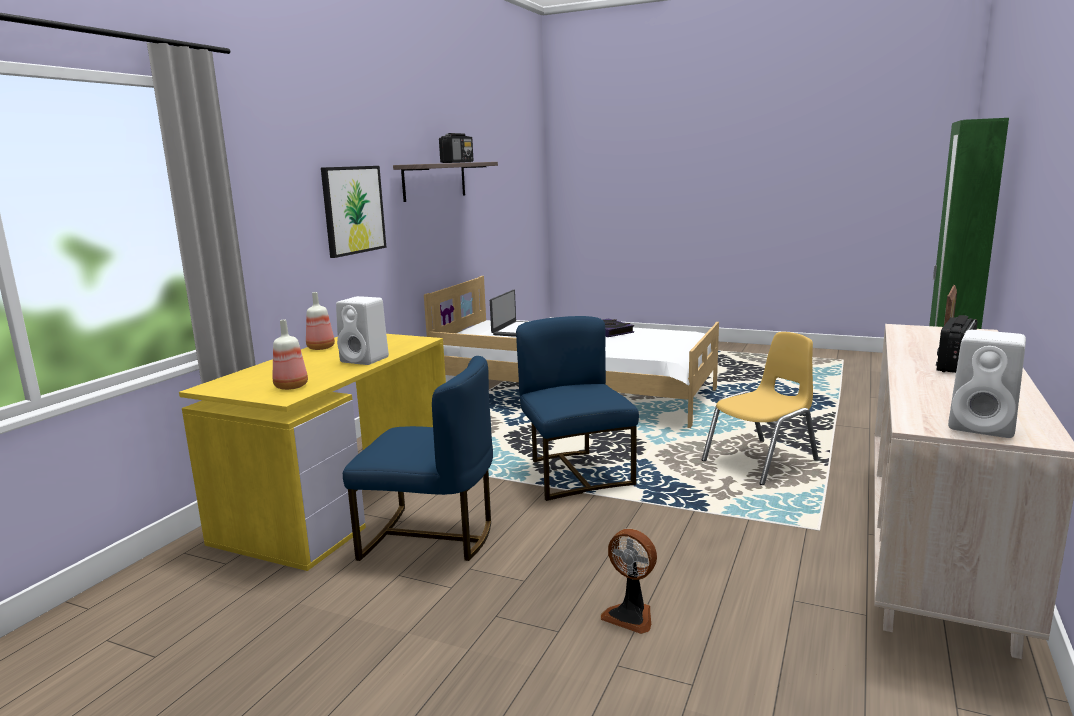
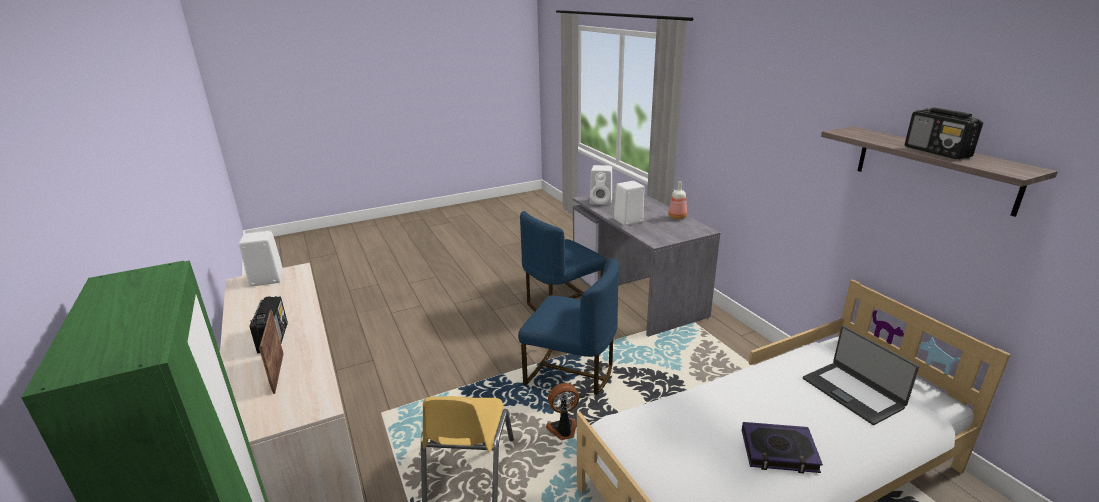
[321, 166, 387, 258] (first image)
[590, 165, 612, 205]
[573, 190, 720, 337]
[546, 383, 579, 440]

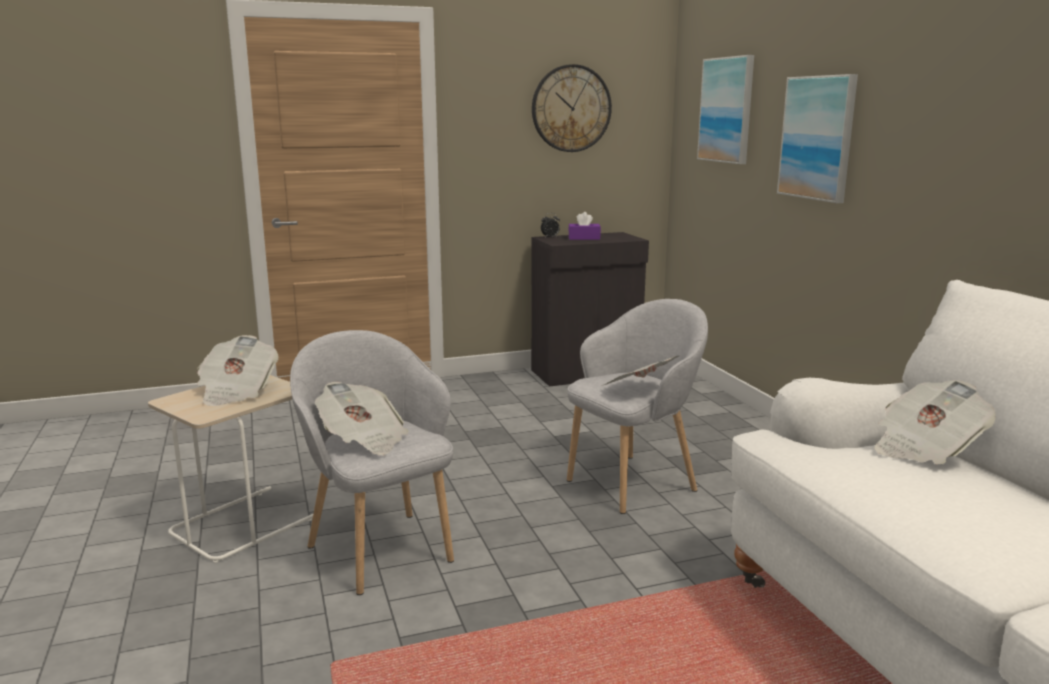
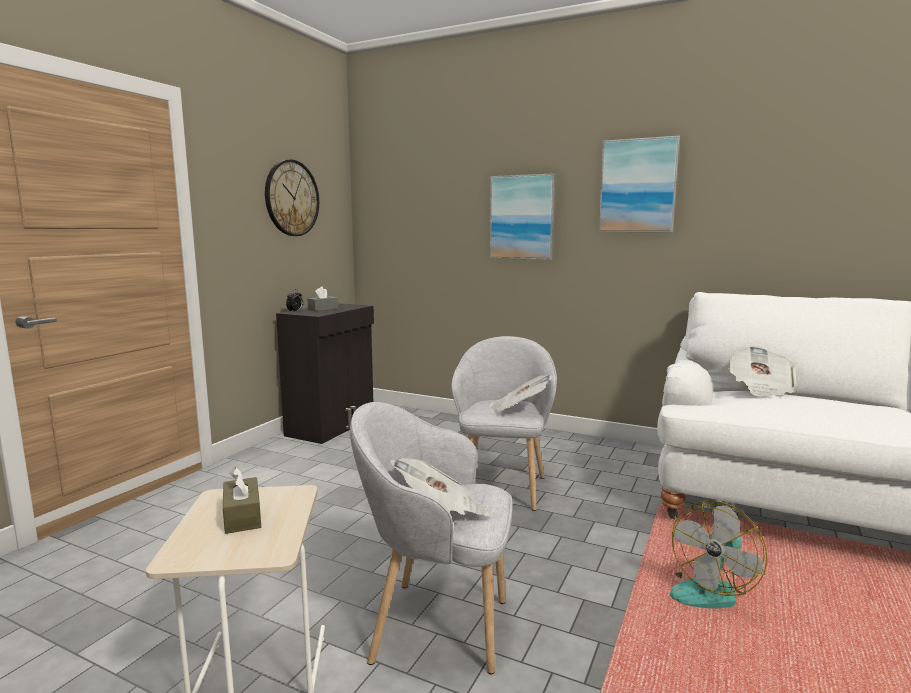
[598, 136, 680, 232]
[307, 286, 338, 311]
[223, 467, 261, 534]
[670, 500, 768, 608]

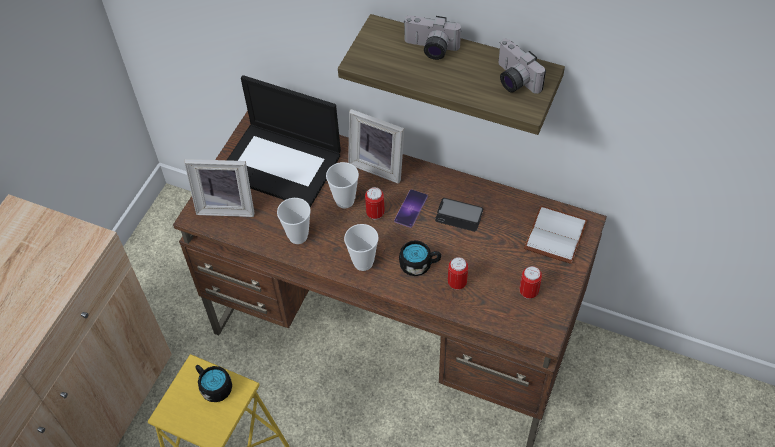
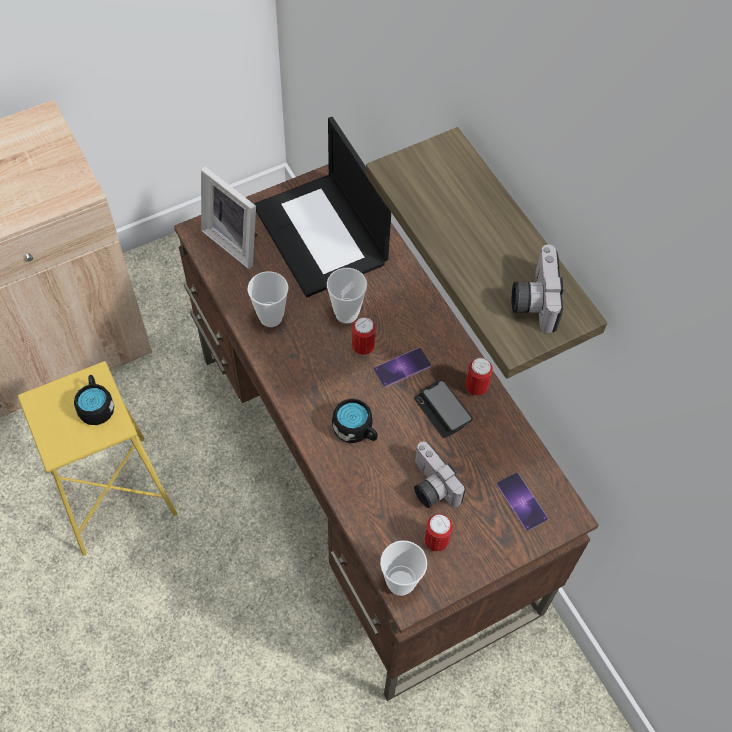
[414, 442, 466, 508]
[348, 109, 405, 184] (first image)
[496, 472, 548, 531]
[380, 540, 427, 596]
[465, 358, 493, 396]

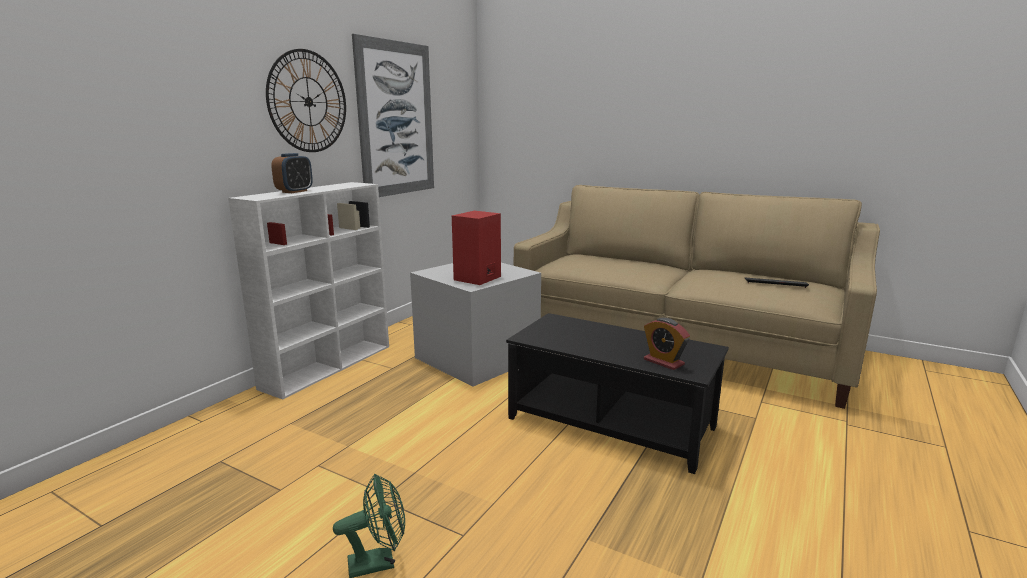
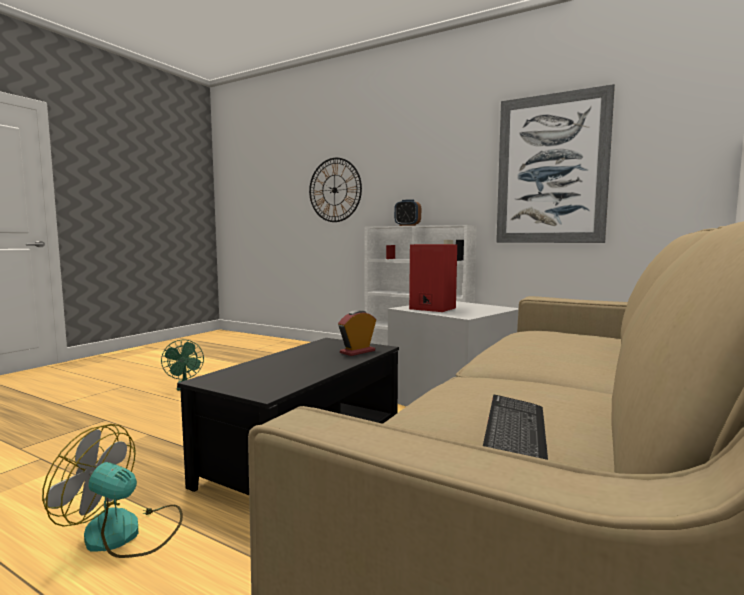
[309, 158, 362, 222]
[338, 310, 376, 356]
[42, 424, 183, 558]

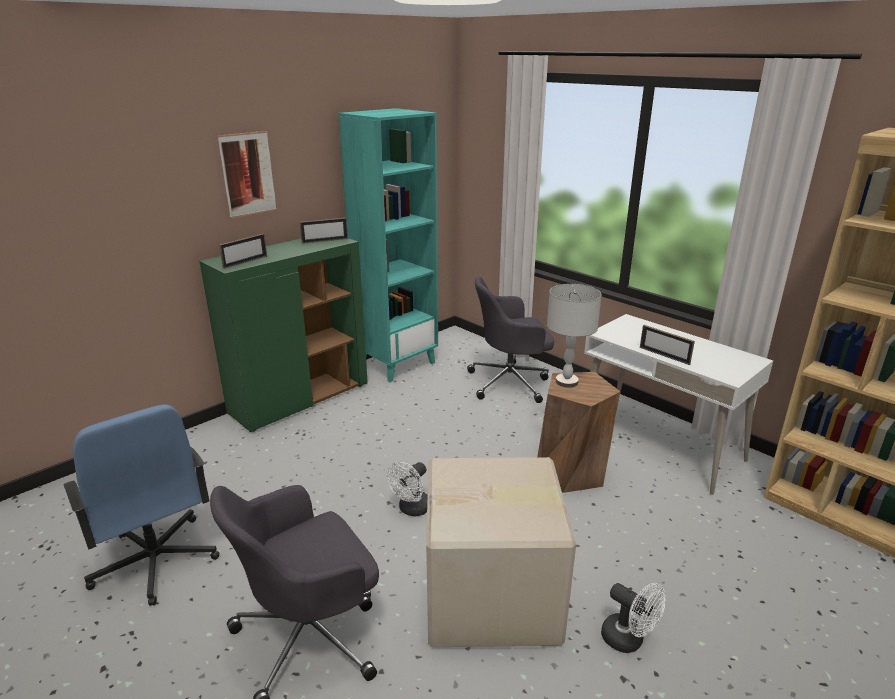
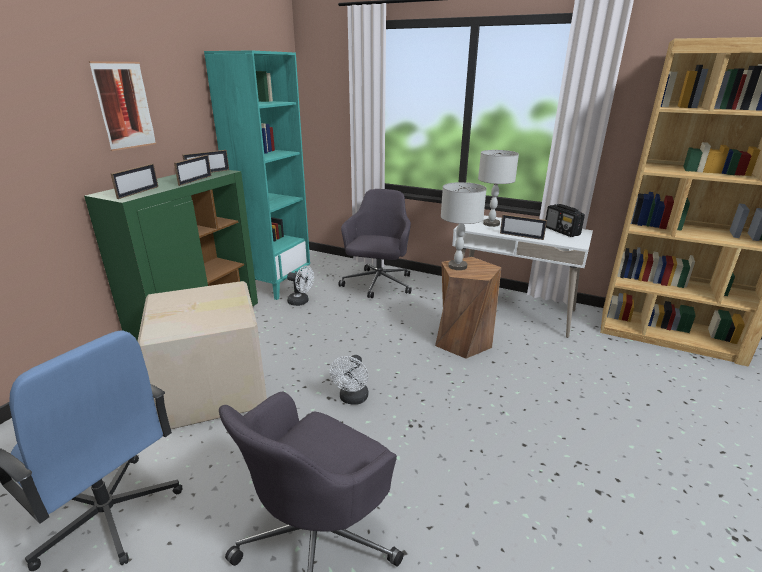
[339, 189, 411, 298]
[138, 281, 267, 429]
[287, 266, 314, 306]
[478, 150, 519, 227]
[174, 155, 211, 186]
[545, 204, 585, 237]

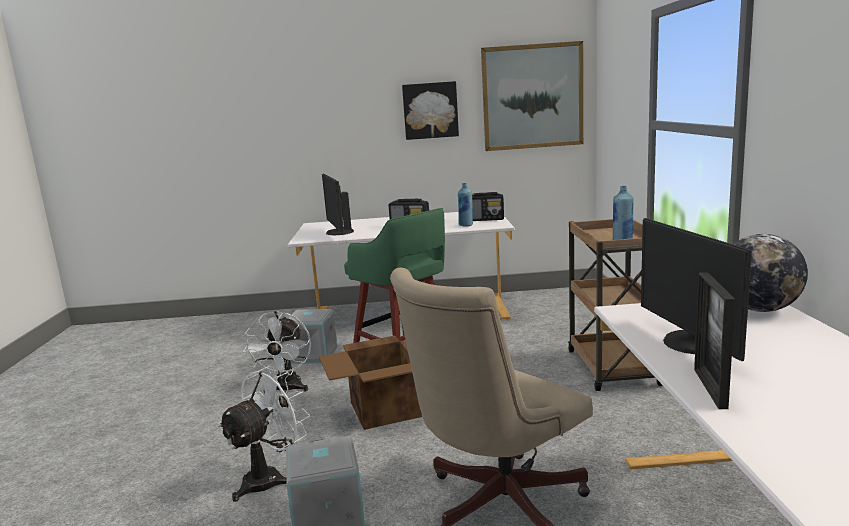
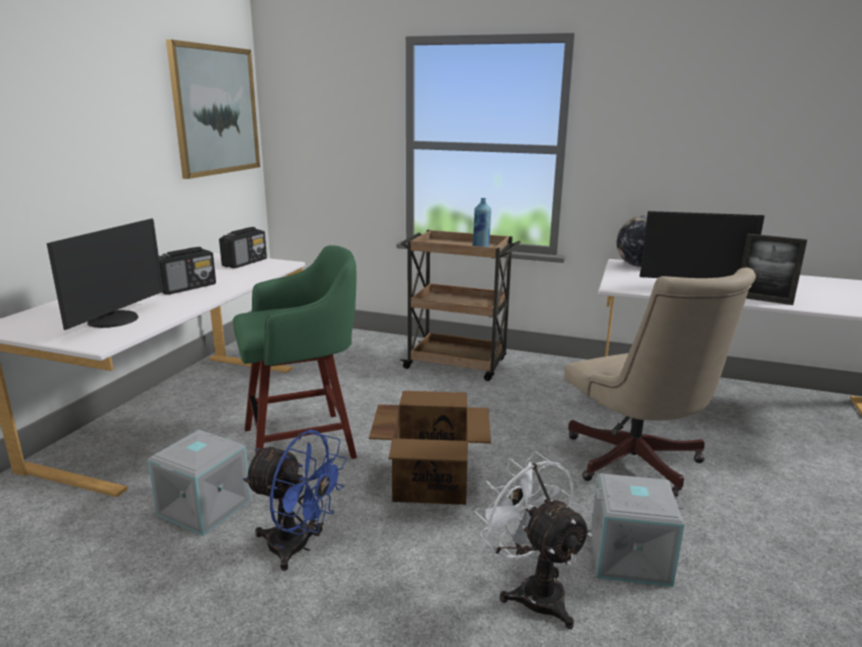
[402, 81, 459, 140] (first image)
[47, 219, 163, 330]
[458, 183, 473, 227] (first image)
[243, 430, 347, 571]

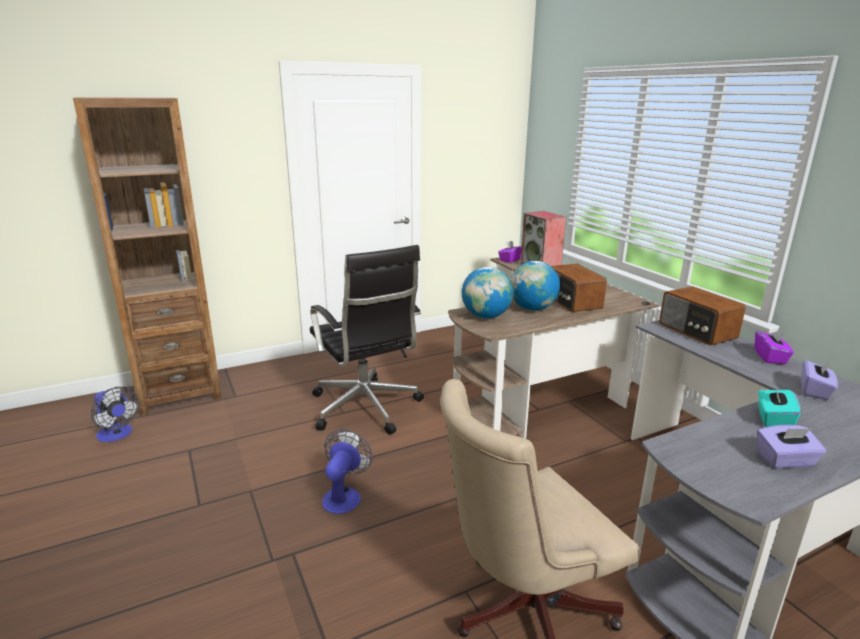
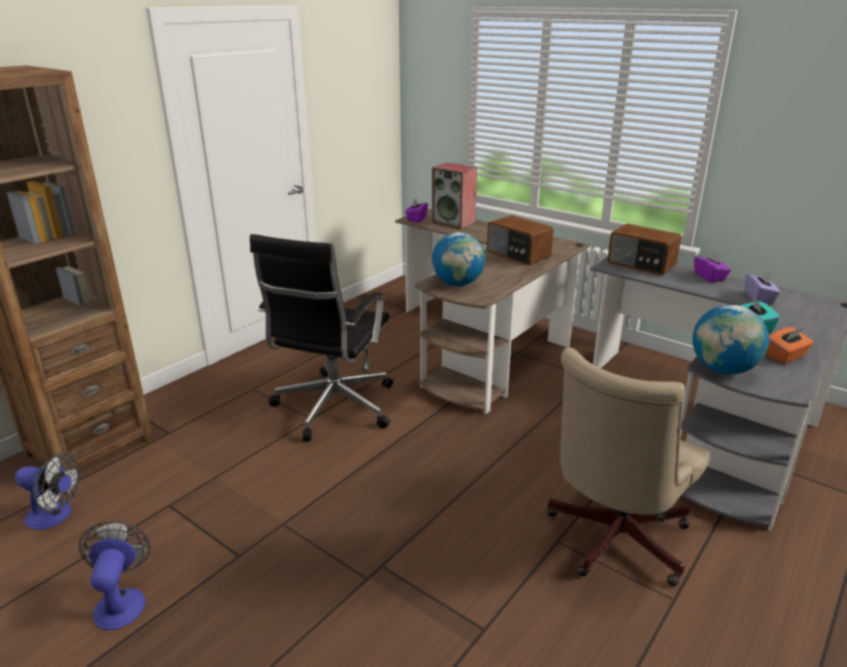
[250, 234, 393, 441]
[692, 305, 769, 374]
[766, 327, 814, 364]
[79, 521, 151, 630]

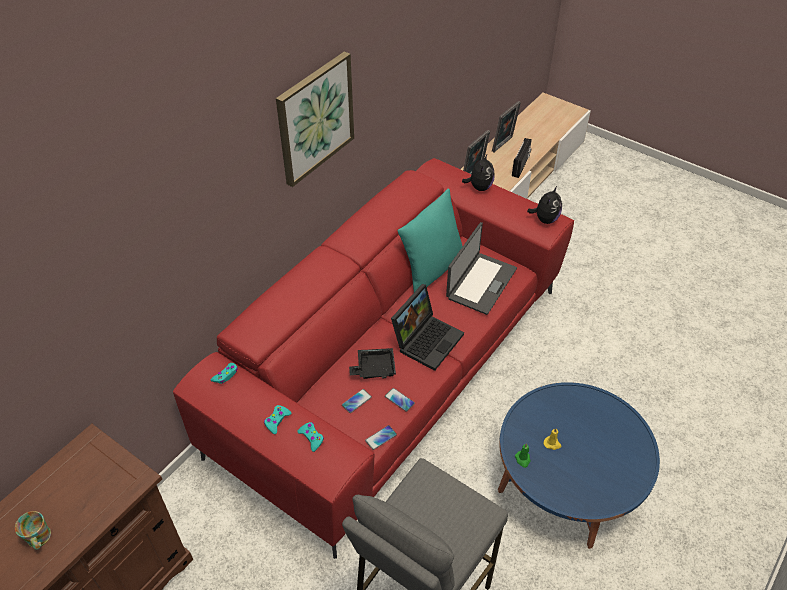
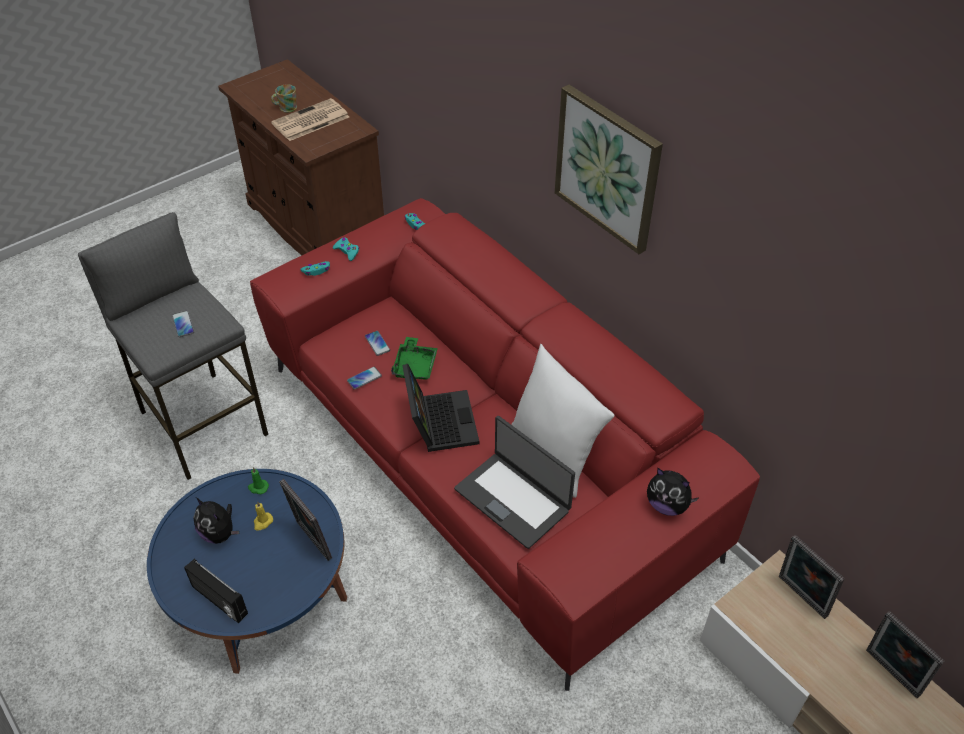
[184, 558, 248, 623]
[193, 498, 240, 544]
[511, 344, 614, 498]
[402, 364, 479, 452]
[391, 337, 438, 380]
[172, 311, 194, 337]
[271, 98, 349, 141]
[279, 479, 332, 561]

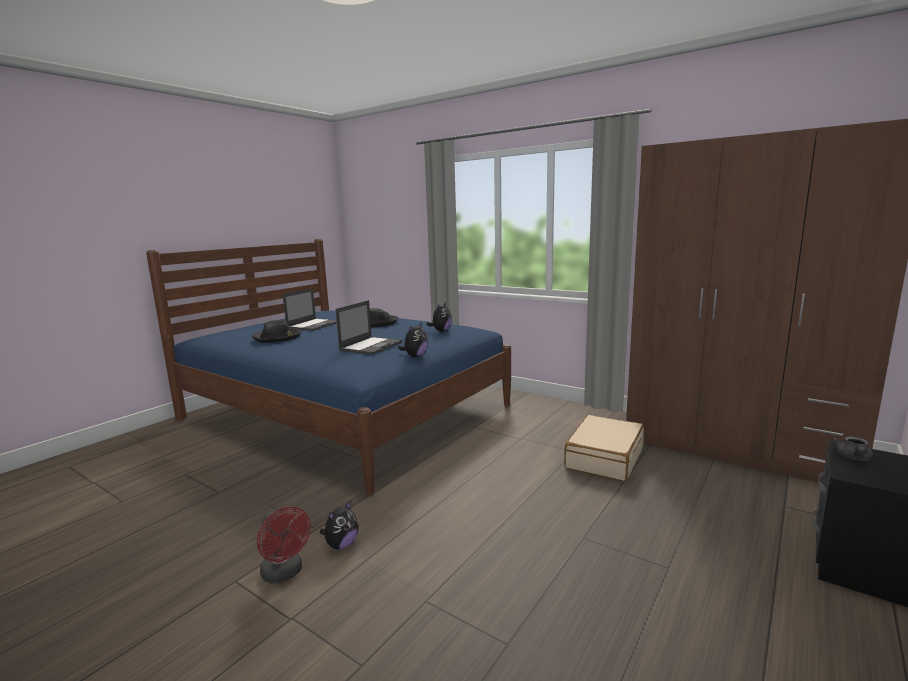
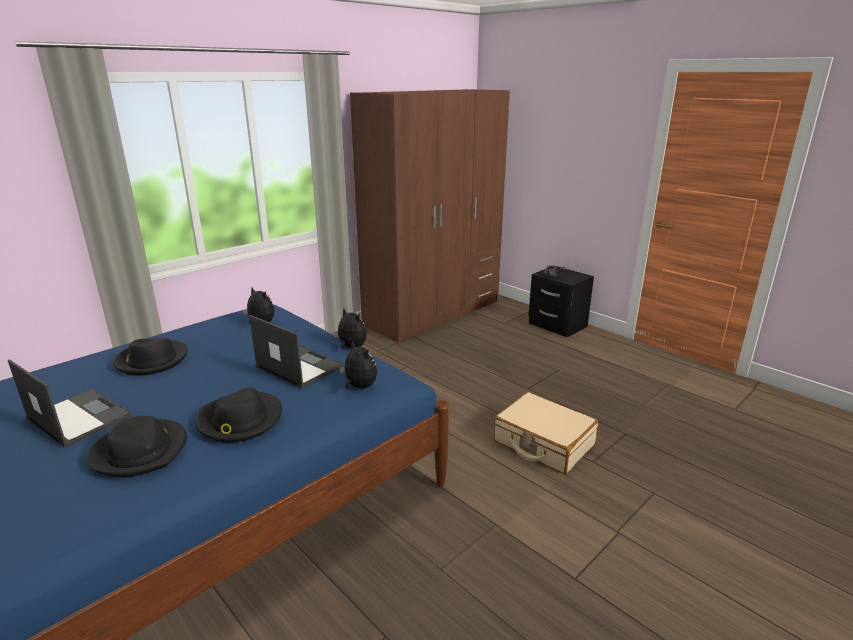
[494, 392, 598, 474]
[340, 341, 377, 389]
[257, 506, 311, 584] (first image)
[196, 387, 282, 442]

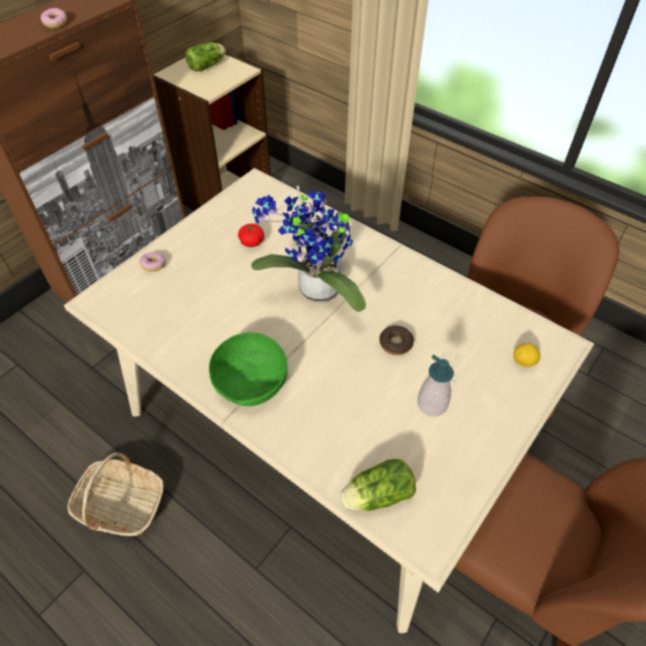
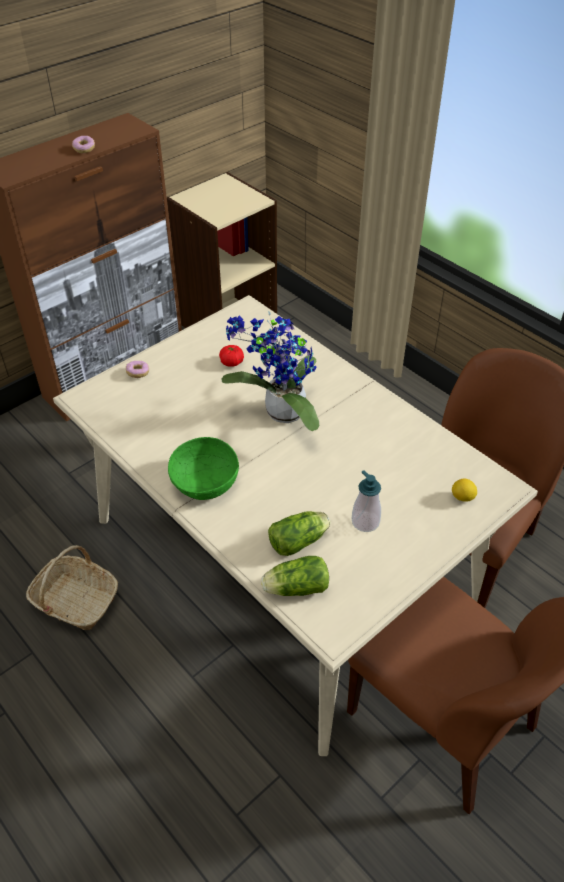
[268, 511, 330, 556]
[379, 325, 414, 355] (first image)

